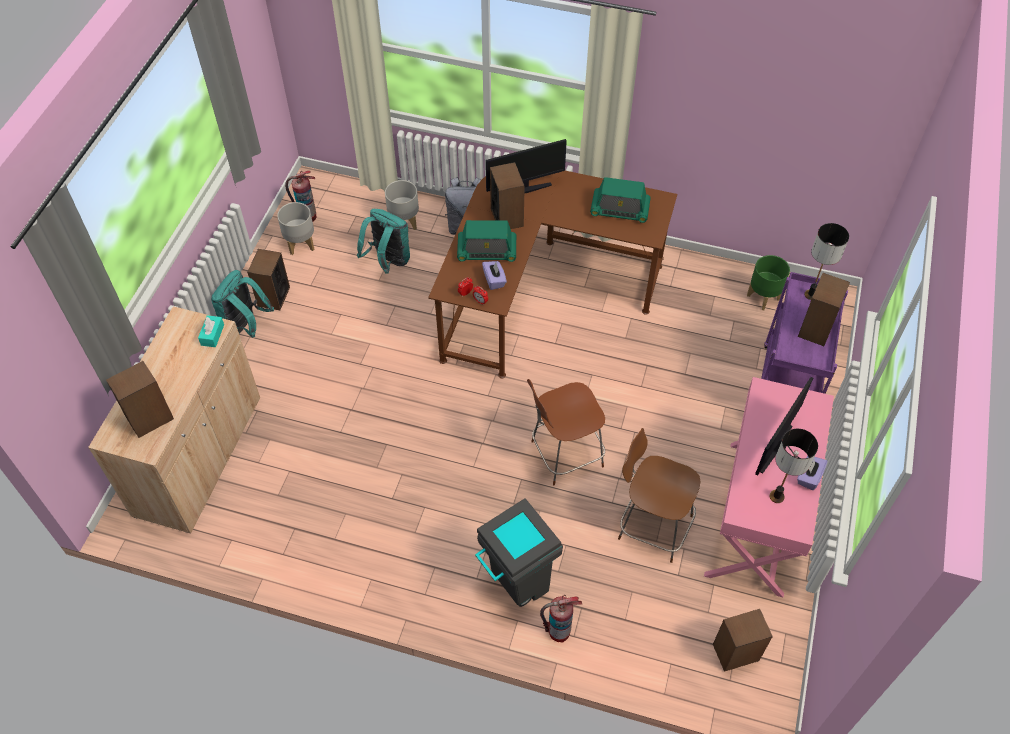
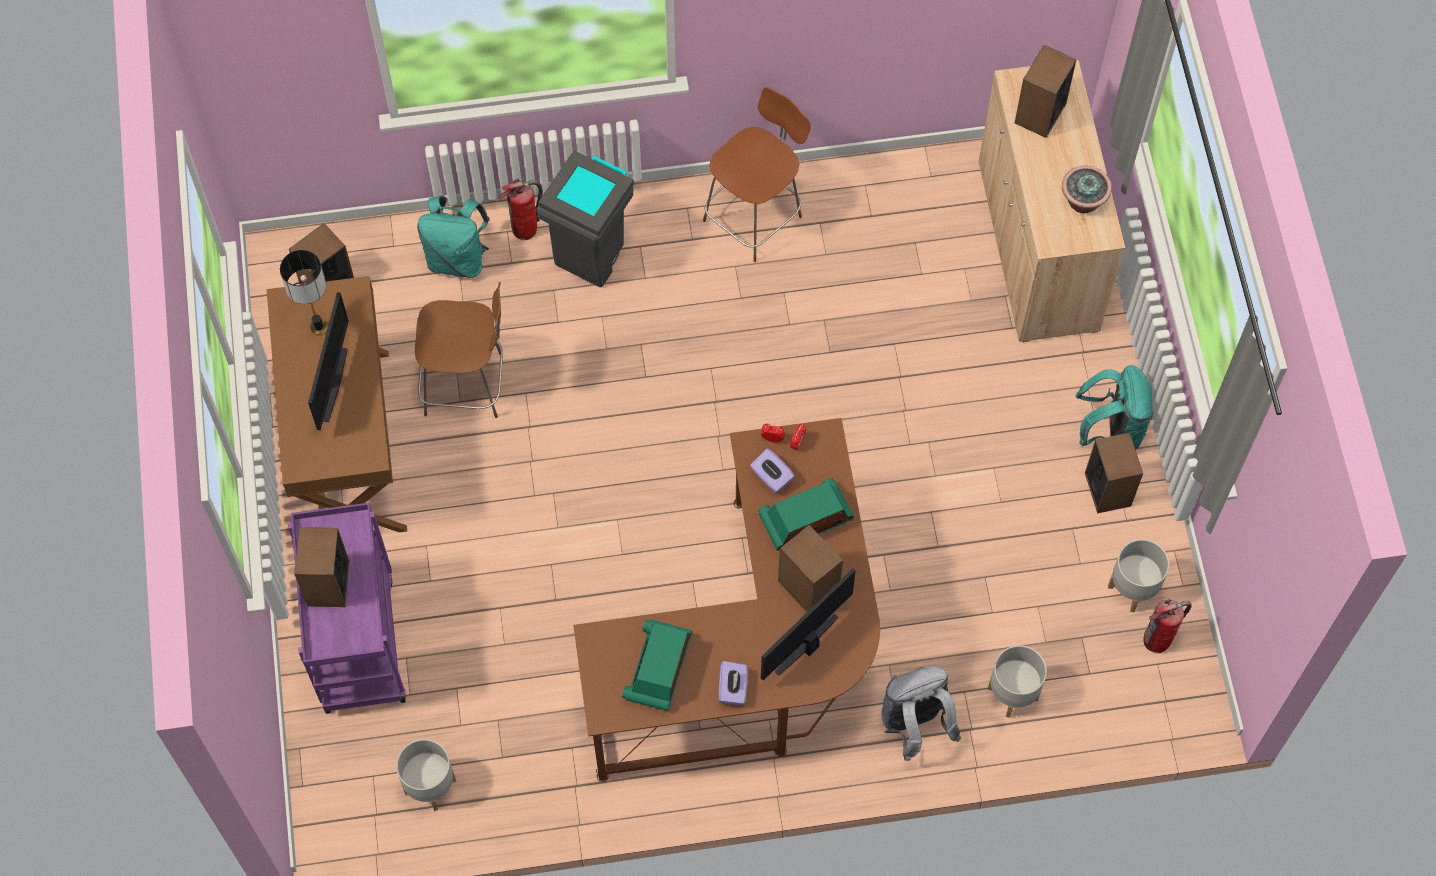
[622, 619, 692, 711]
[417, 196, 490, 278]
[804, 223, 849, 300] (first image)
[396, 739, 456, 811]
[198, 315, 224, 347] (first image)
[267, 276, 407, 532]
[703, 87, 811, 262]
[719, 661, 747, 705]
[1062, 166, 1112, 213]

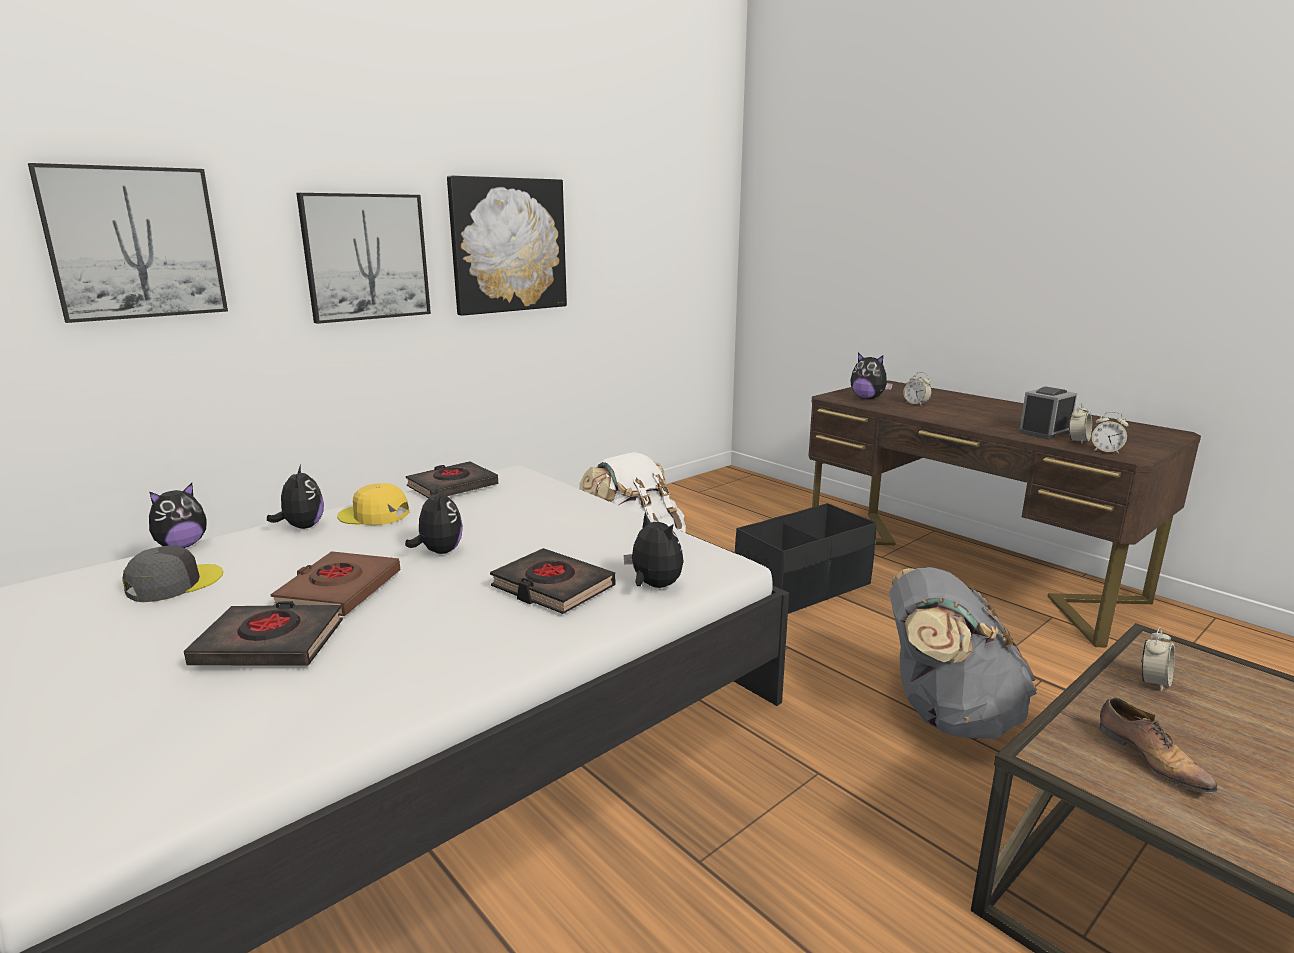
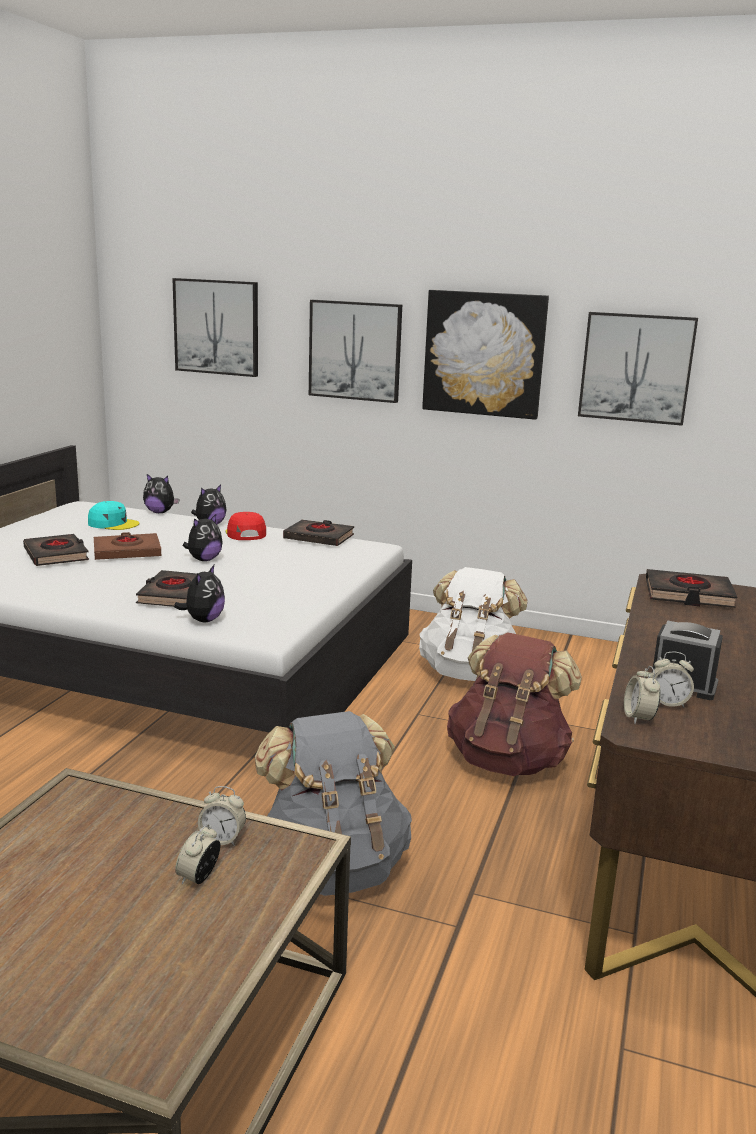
[646, 569, 737, 608]
[175, 824, 221, 884]
[226, 512, 266, 540]
[447, 632, 582, 776]
[88, 501, 140, 530]
[1099, 697, 1218, 797] (first image)
[578, 312, 698, 426]

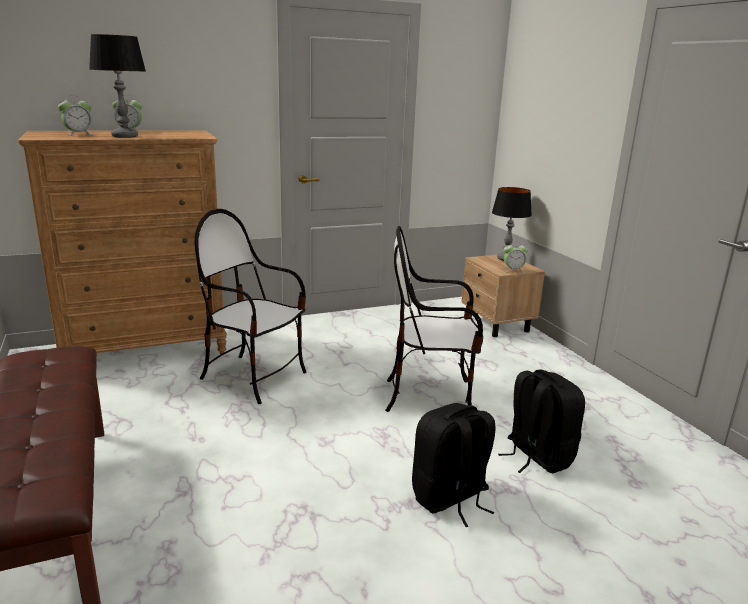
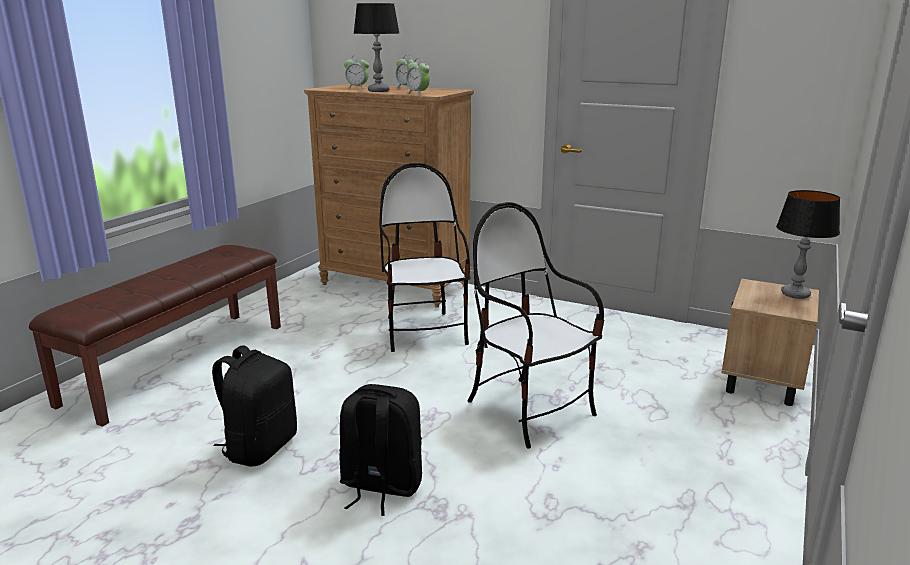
[406, 58, 430, 95]
[212, 345, 297, 467]

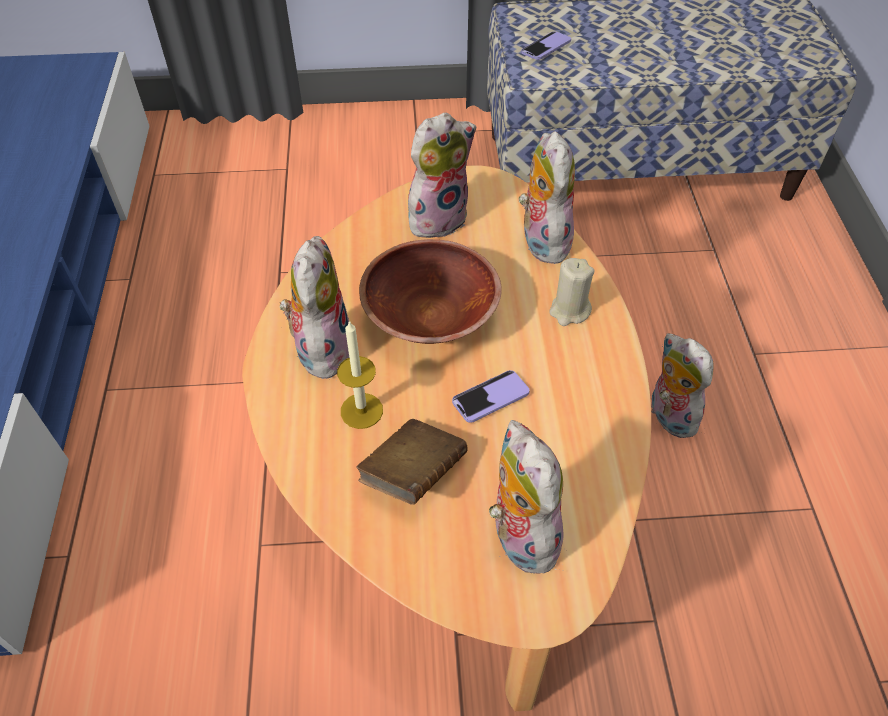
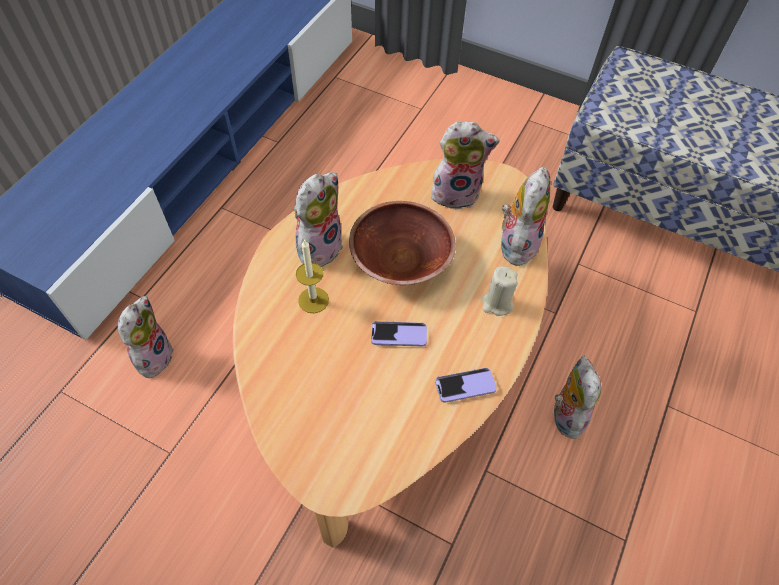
[435, 368, 497, 403]
[356, 419, 467, 505] (first image)
[118, 296, 174, 379]

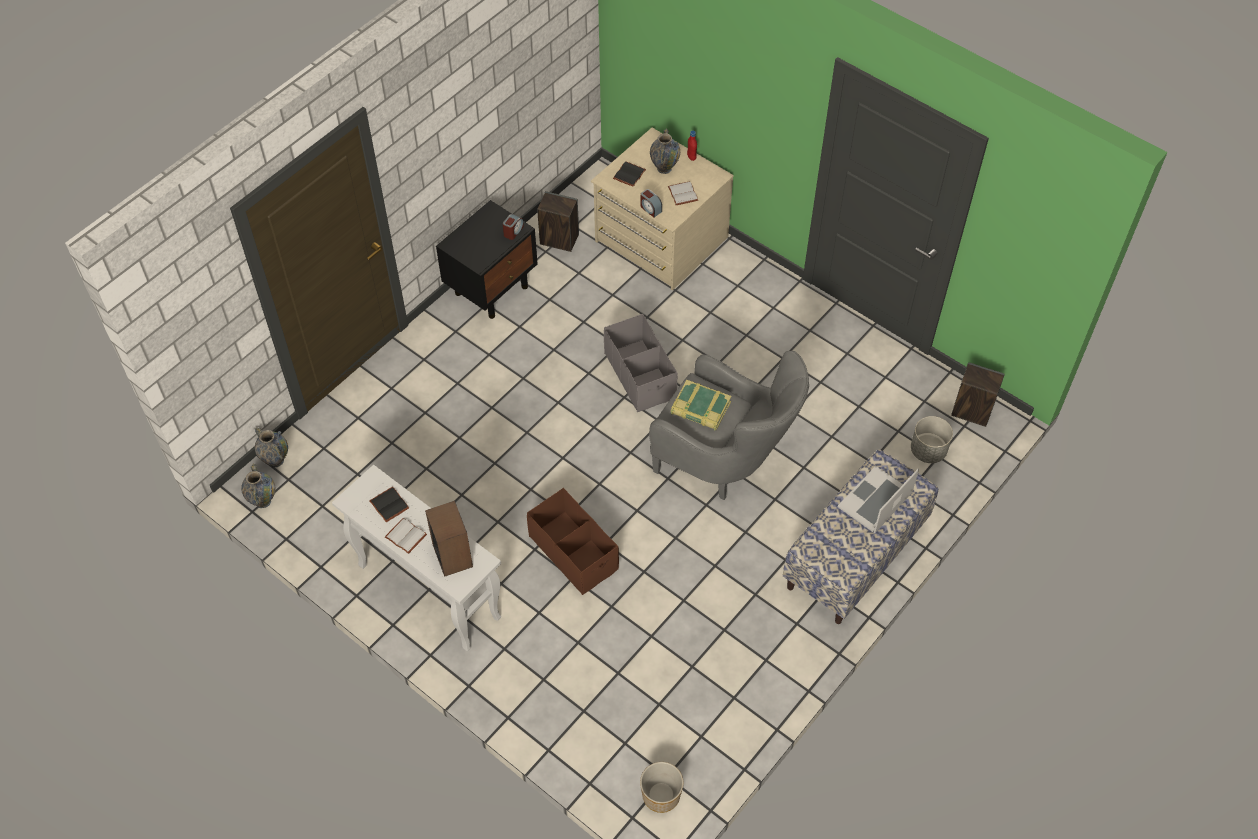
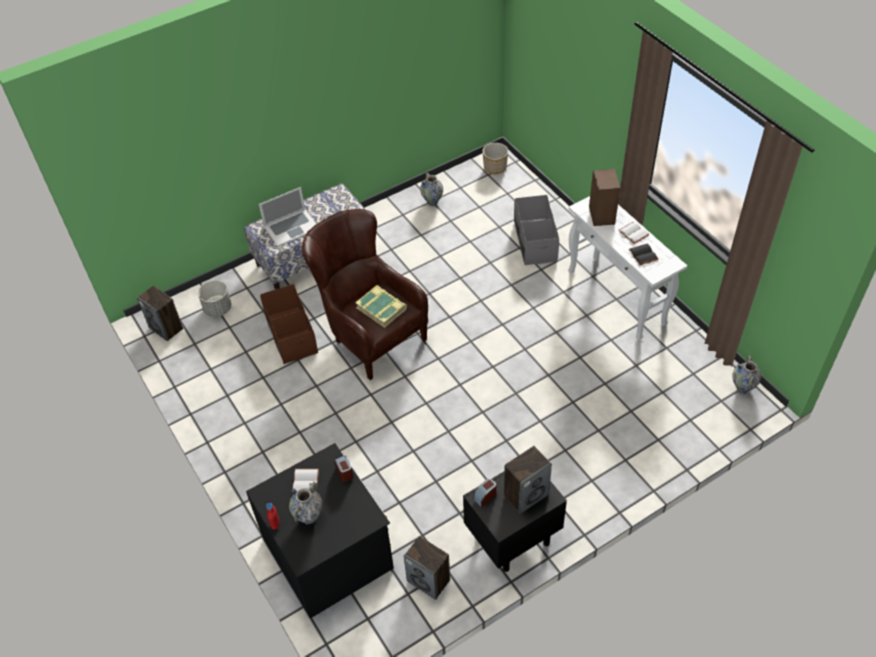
[246, 443, 394, 618]
[613, 161, 646, 187] (first image)
[514, 195, 559, 265]
[301, 209, 428, 380]
[420, 172, 443, 206]
[260, 284, 318, 364]
[504, 446, 552, 514]

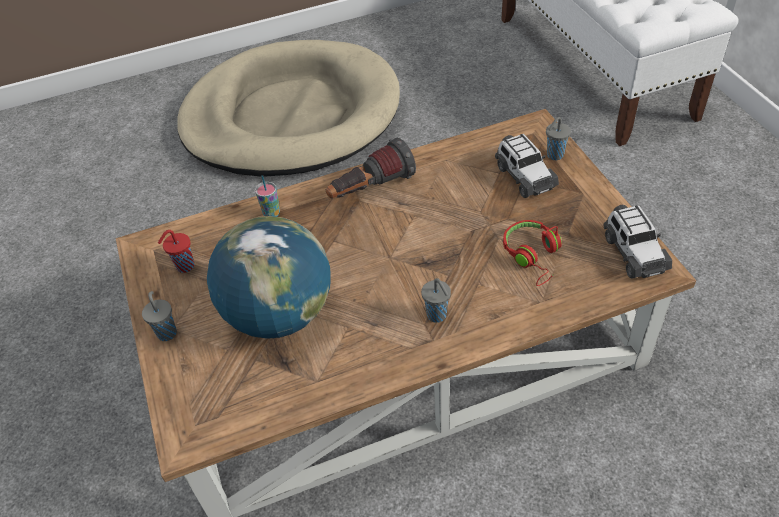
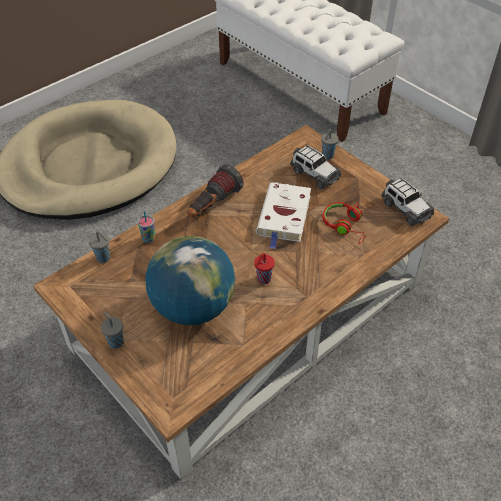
[254, 253, 275, 284]
[89, 231, 110, 263]
[256, 182, 311, 249]

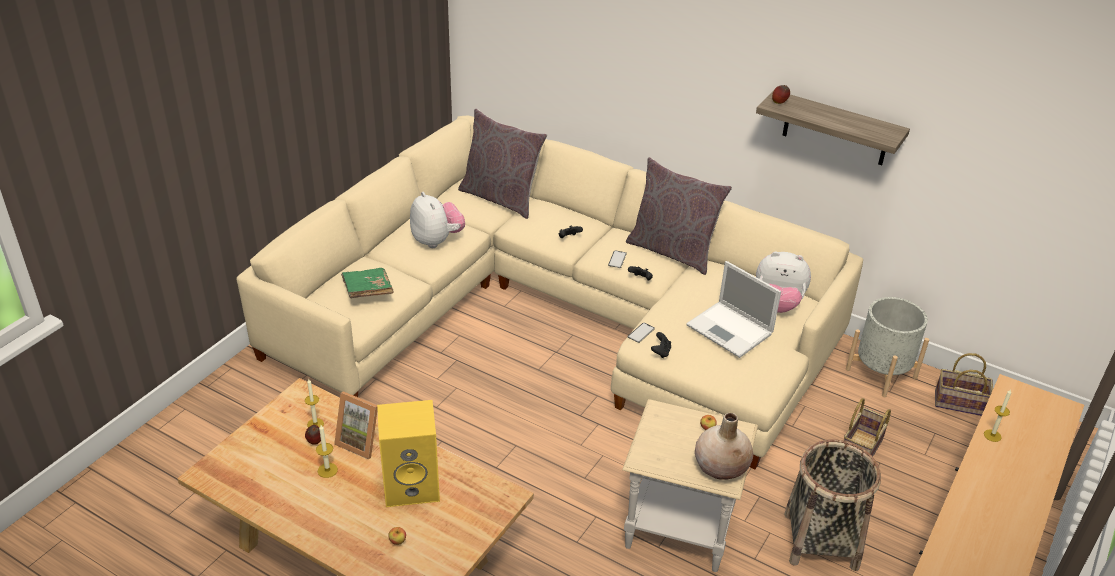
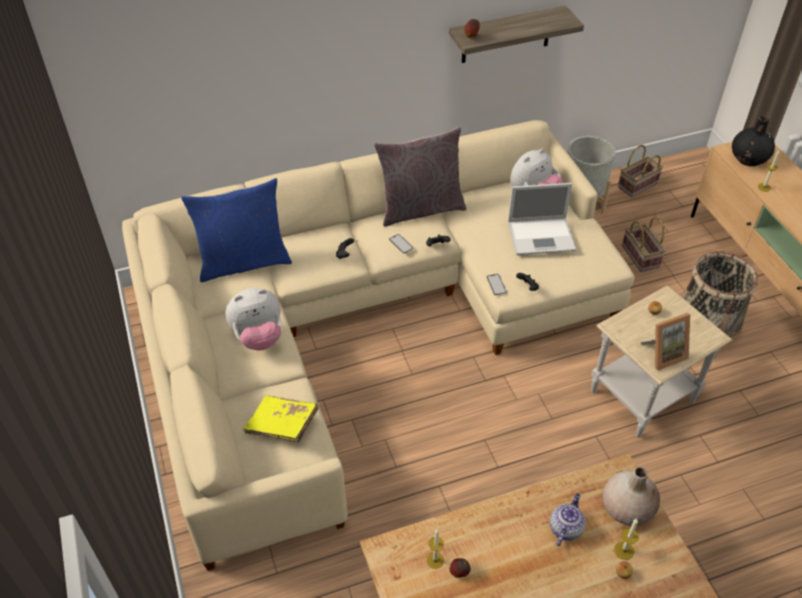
[181, 178, 292, 282]
[225, 288, 281, 350]
[243, 395, 319, 442]
[641, 313, 690, 371]
[550, 493, 586, 546]
[603, 467, 660, 526]
[614, 519, 639, 560]
[732, 116, 775, 166]

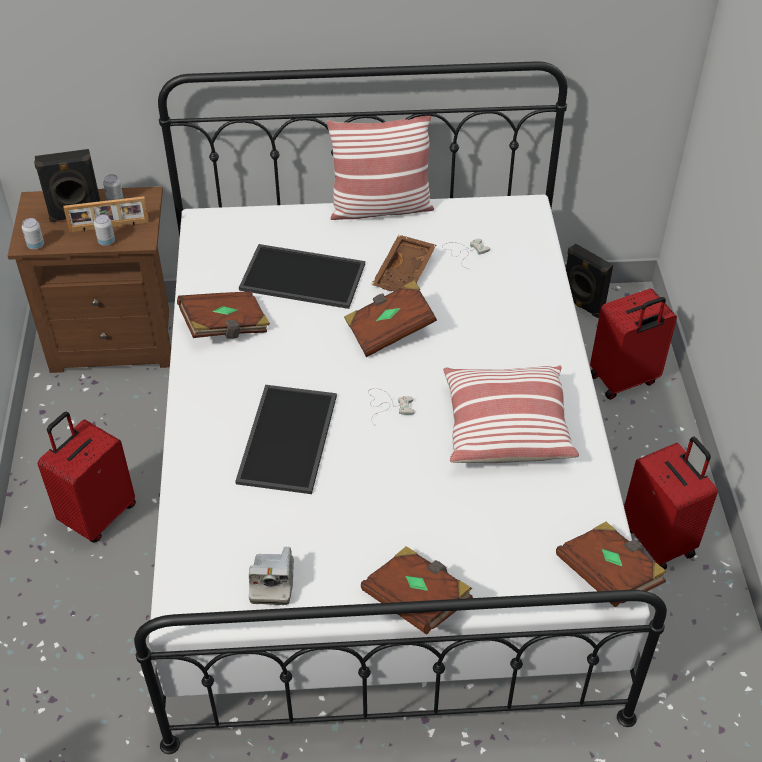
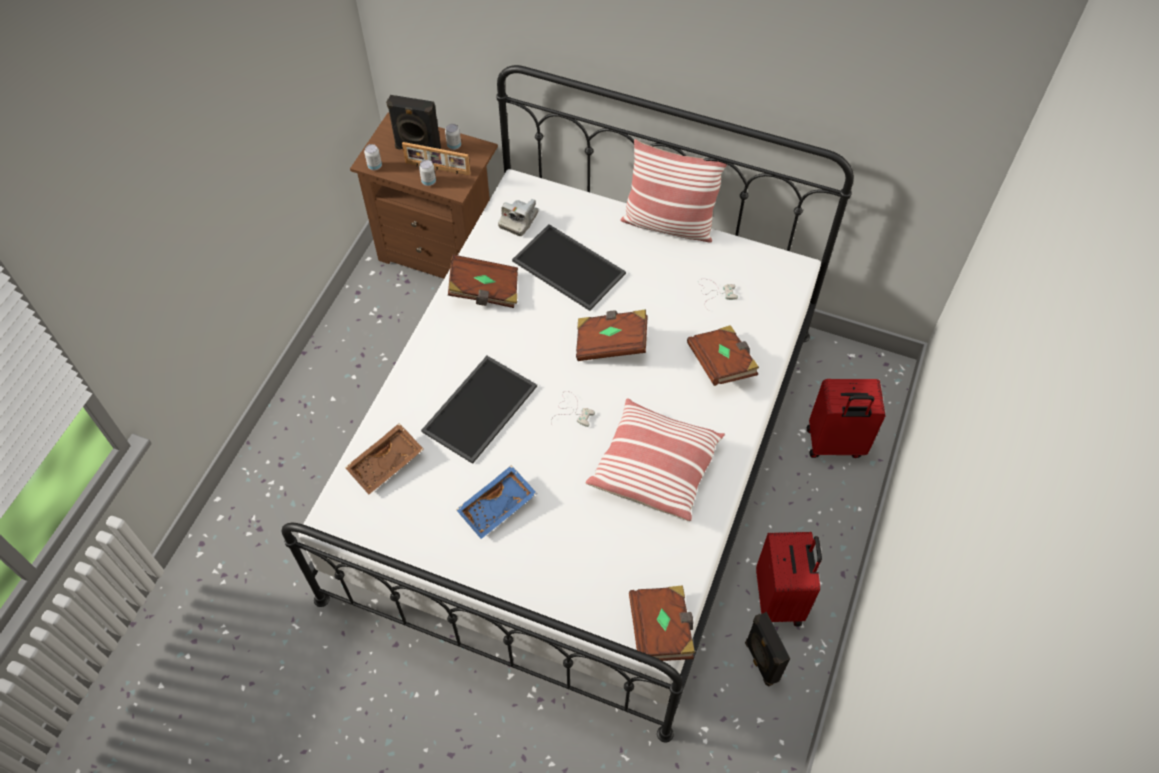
[345, 423, 424, 494]
[745, 612, 790, 687]
[38, 412, 136, 543] (first image)
[687, 325, 759, 386]
[498, 199, 539, 236]
[456, 465, 537, 539]

